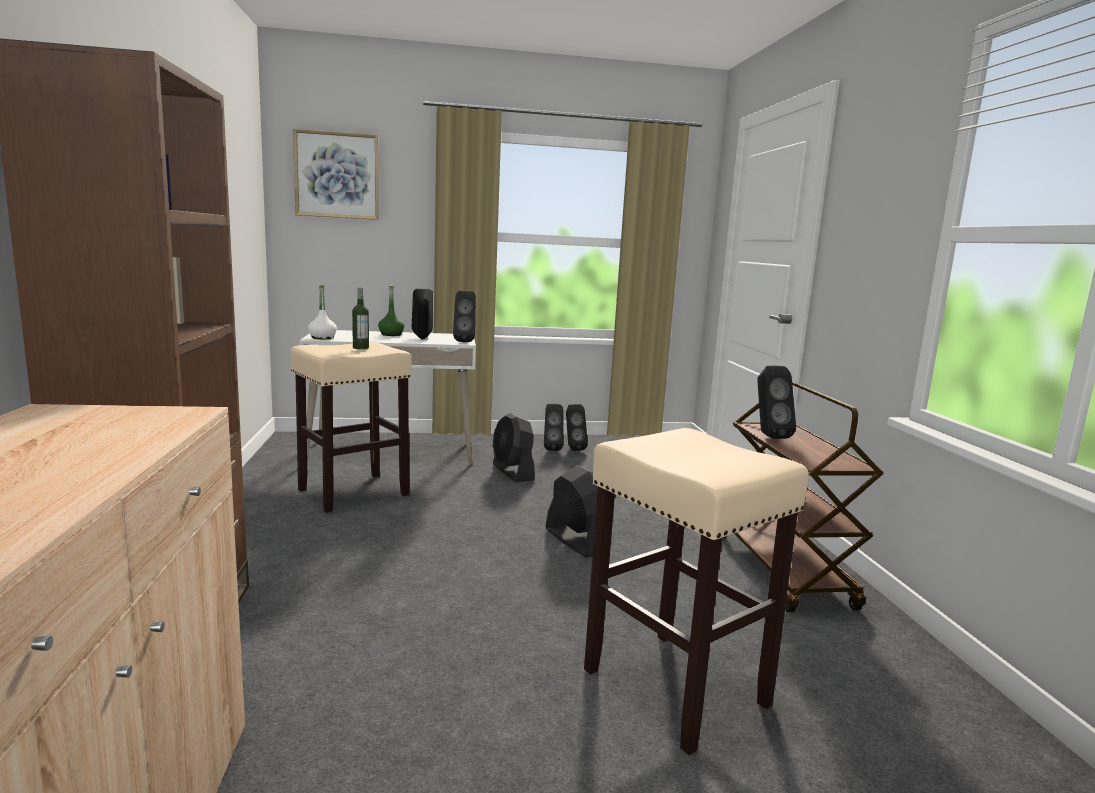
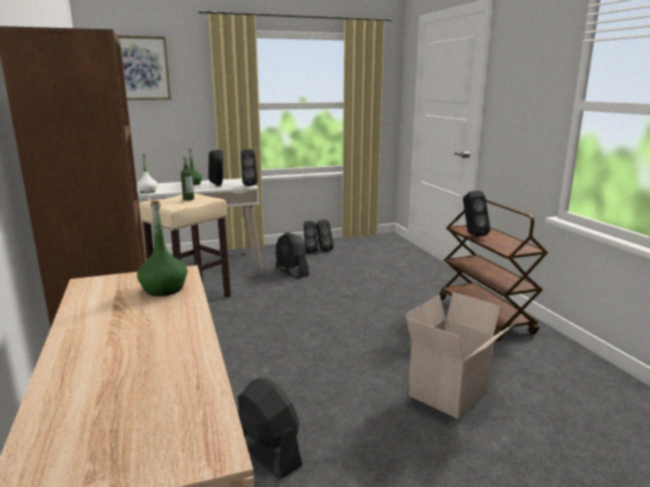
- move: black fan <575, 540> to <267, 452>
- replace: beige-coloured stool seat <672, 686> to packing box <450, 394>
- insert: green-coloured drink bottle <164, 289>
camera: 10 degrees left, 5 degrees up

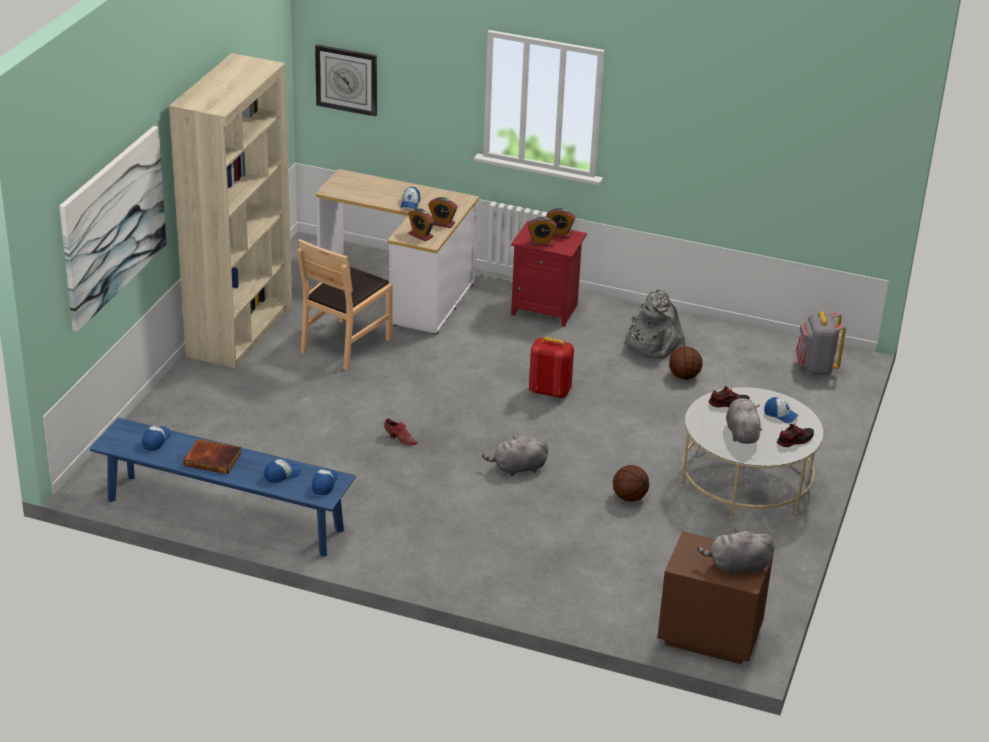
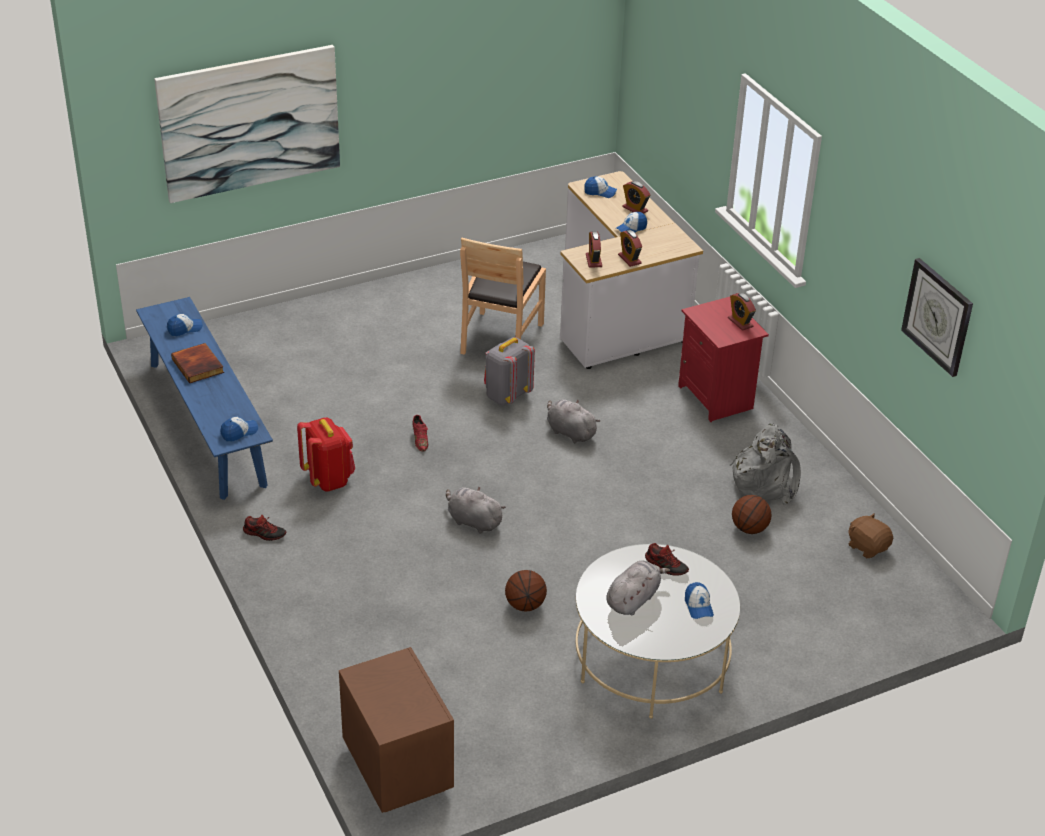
- delete: beige-coloured shelving unit <240, 330>
- move: cap <282, 475> to <600, 192>
- rotate: brown-coloured upright chair <345, 344> = <500, 337> 60 degrees counterclockwise
- move: wall clock <347, 79> to <938, 316>
- move: alarm clock <541, 243> to <635, 209>
- move: red-coloured rucksack <549, 391> to <328, 479>
- move: greyish plush toy <736, 566> to <569, 432>
- move: shoe <794, 440> to <264, 533>
- move: greyish rucksack <815, 367> to <506, 396>
- insert: brown-coloured plush toy <867, 547>
camera: 45 degrees right, 5 degrees up

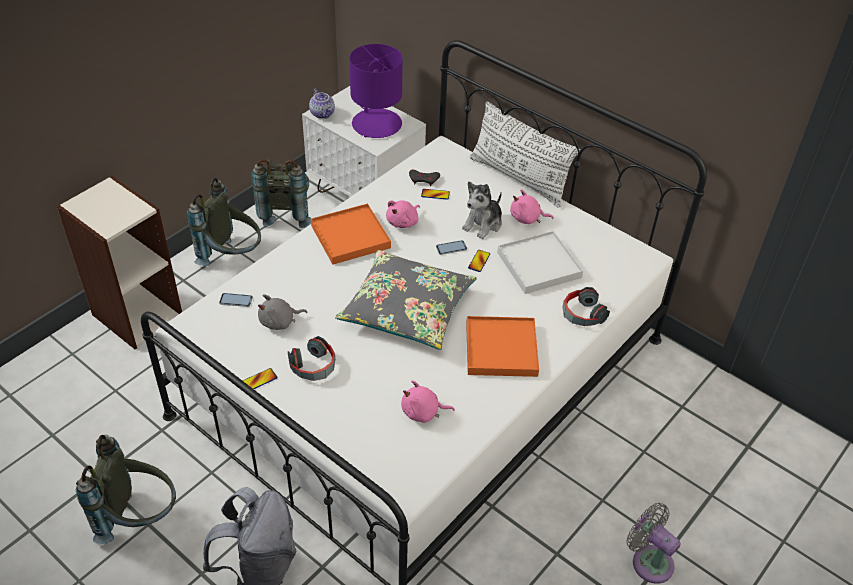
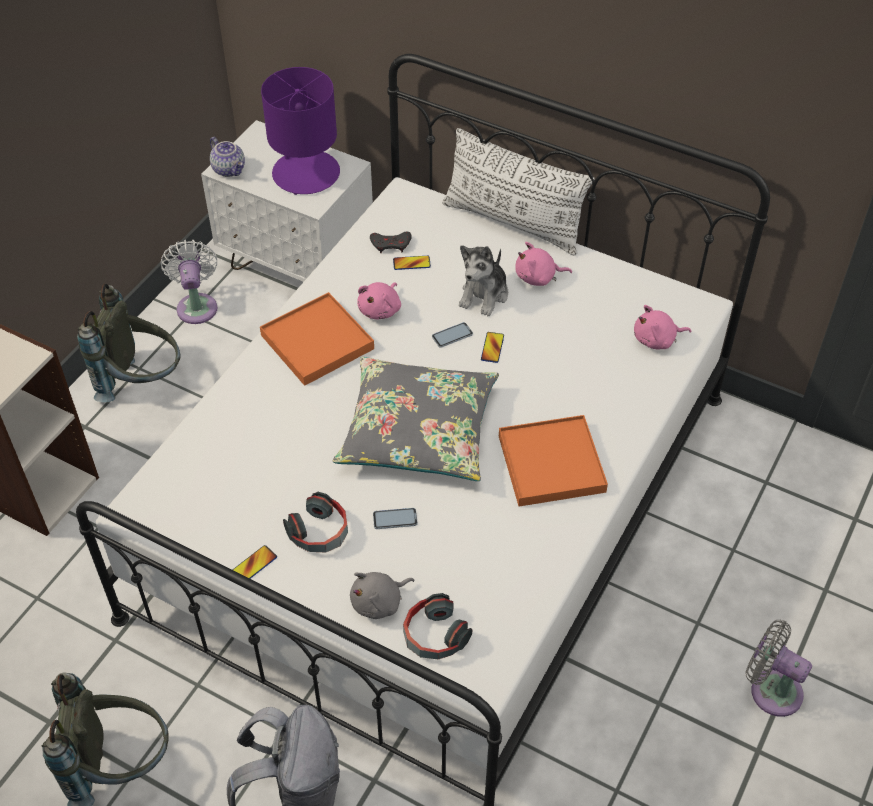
- move: handset <236, 300> to <395, 519>
- replace: greyish rucksack <286, 212> to whitish fan <197, 305>
- move: greyish plush toy <279, 322> to <379, 602>
- move: pink plush toy <423, 412> to <657, 340>
- delete: whitish tray <539, 265>
- move: headset <582, 314> to <434, 636>
camera: 10 degrees left, 5 degrees up

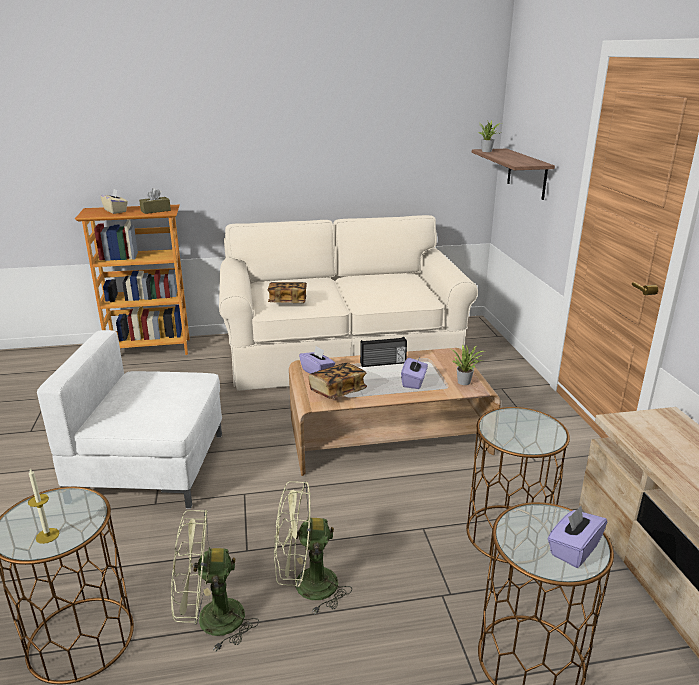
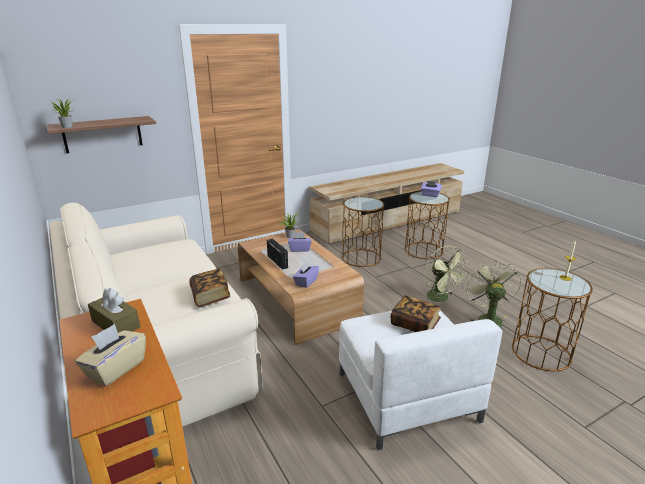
- rotate: green-coloured fan <210, 621> = <487, 318> 150 degrees counterclockwise
- move: volume <337, 391> to <415, 324>
camera: 110 degrees left, 0 degrees up

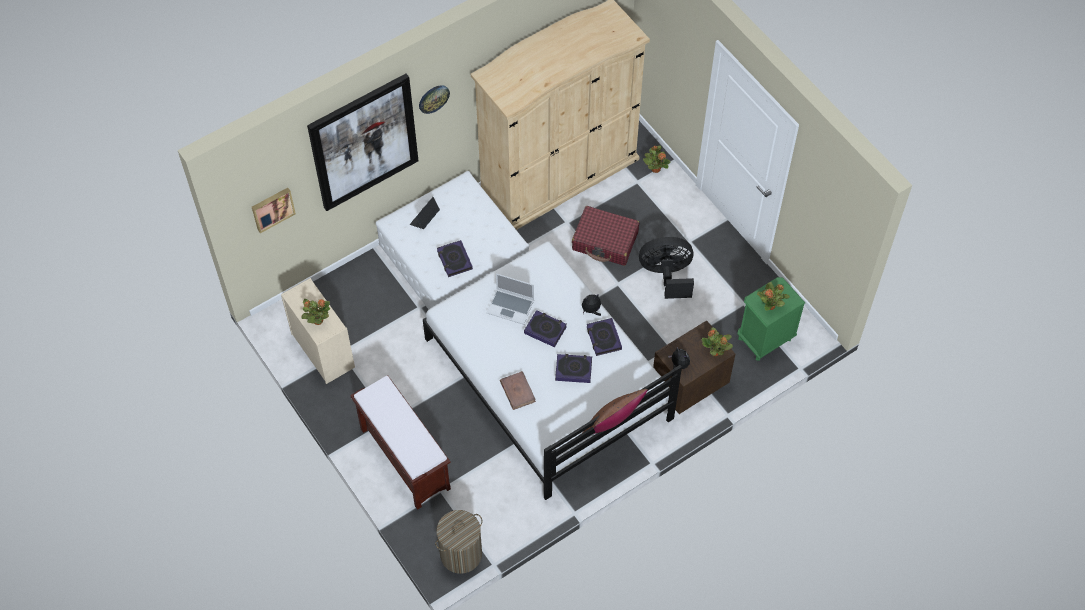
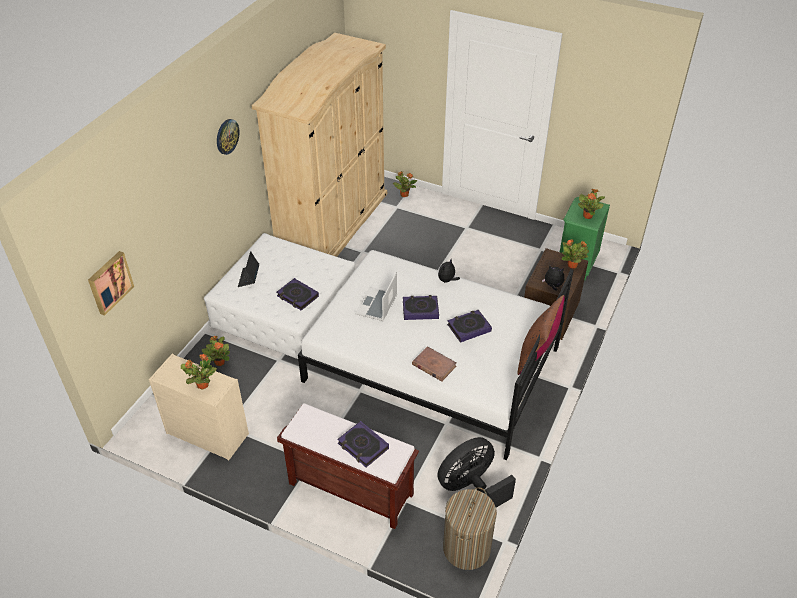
- delete: wall picture <363, 142>
- rotate: notebook computer <511, 307> = <377, 305> 120 degrees clockwise
- delete: red-coloured piece of luggage <605, 241>
- move: volume <603, 338> to <363, 446>
- move: black fan <667, 275> to <471, 487>
- insert: potted plant <219, 362>
camera: 30 degrees left, 15 degrees down

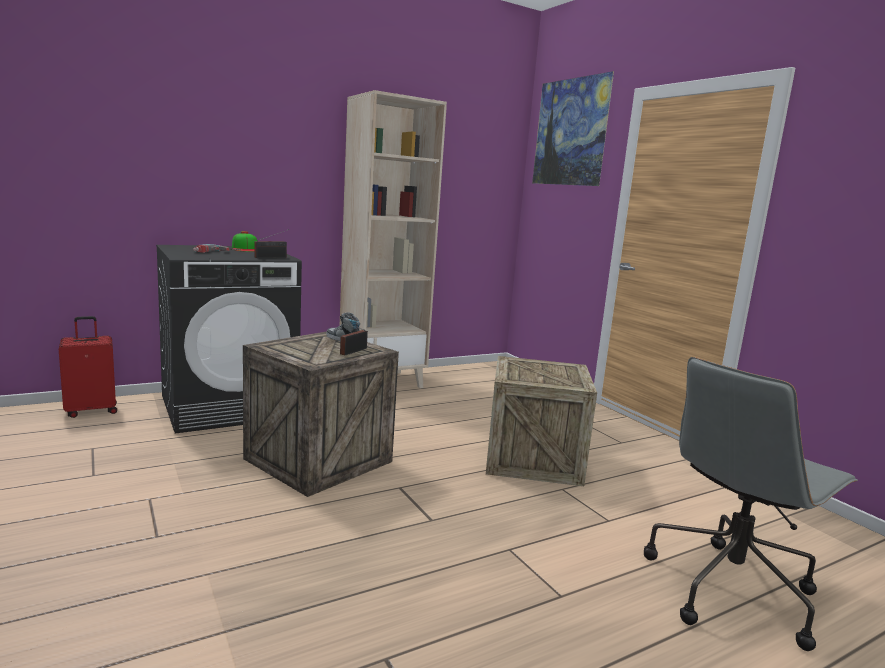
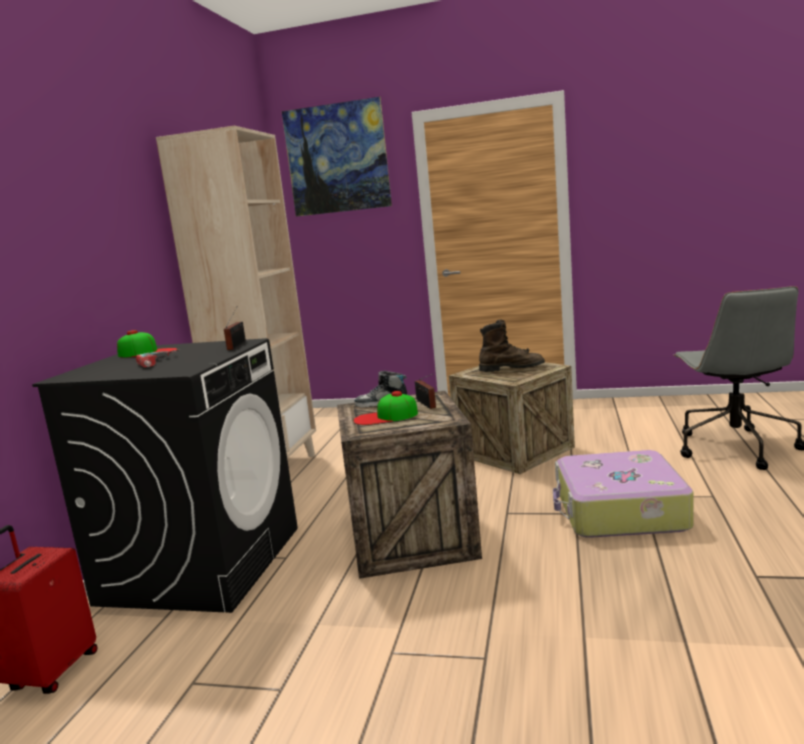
- insert: cap <385, 417>
- insert: brown-coloured tall boot <511, 369>
- insert: piece of luggage <618, 511>
camera: 45 degrees left, 0 degrees up

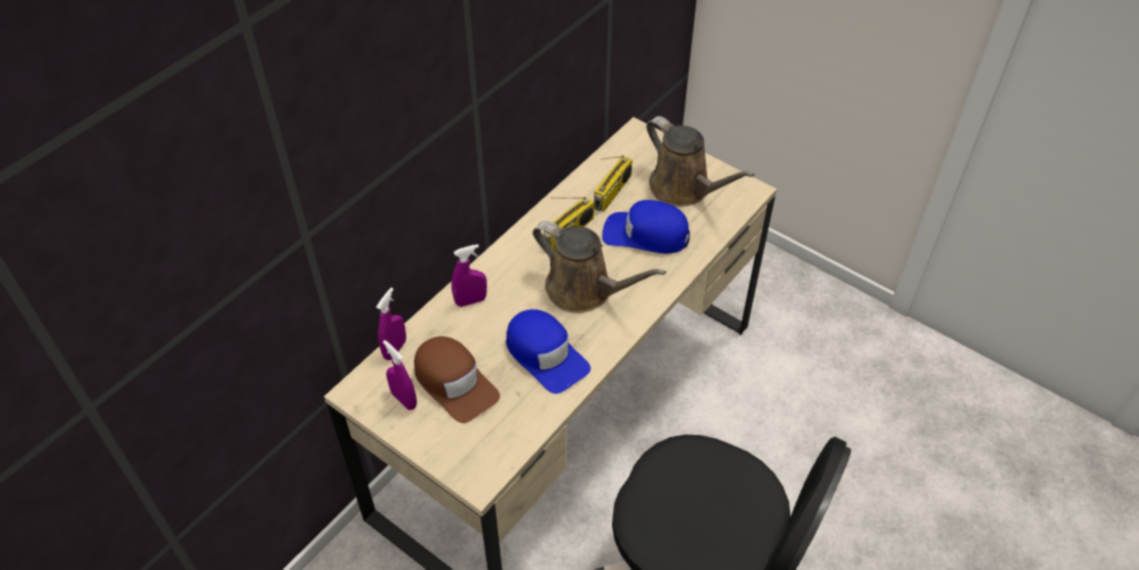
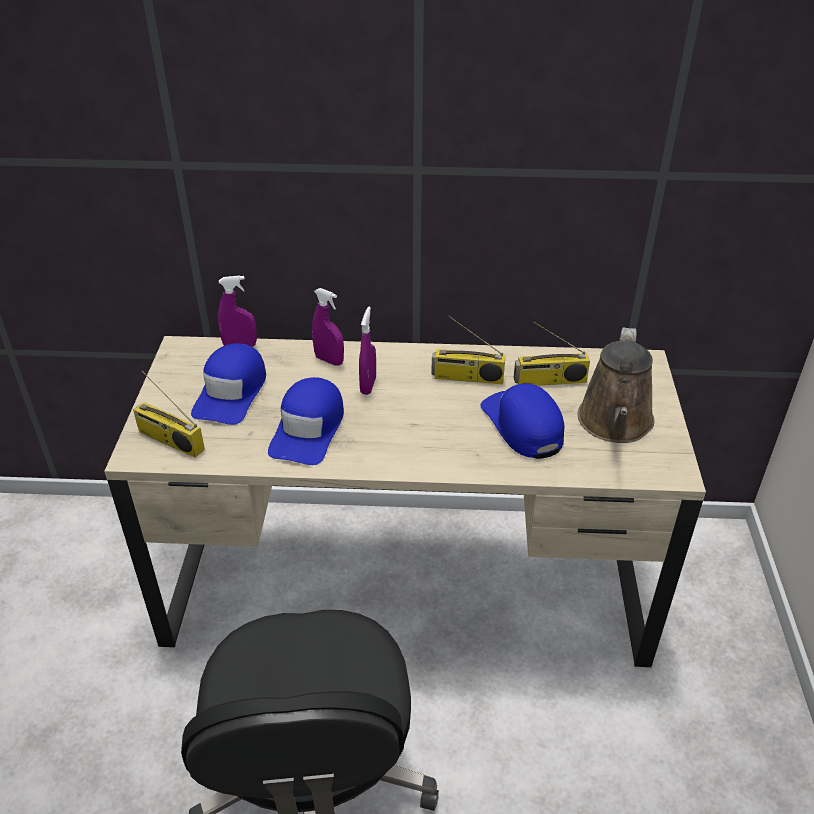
- move: purplish spray bottle <404, 400> to <368, 385>
- recolor: brown-coloured cap <454, 383> to blue cap <231, 392>
- delete: brown-coloured sprinkling can <585, 290>
- insert: radio set <169, 440>
camera: 55 degrees right, 10 degrees down

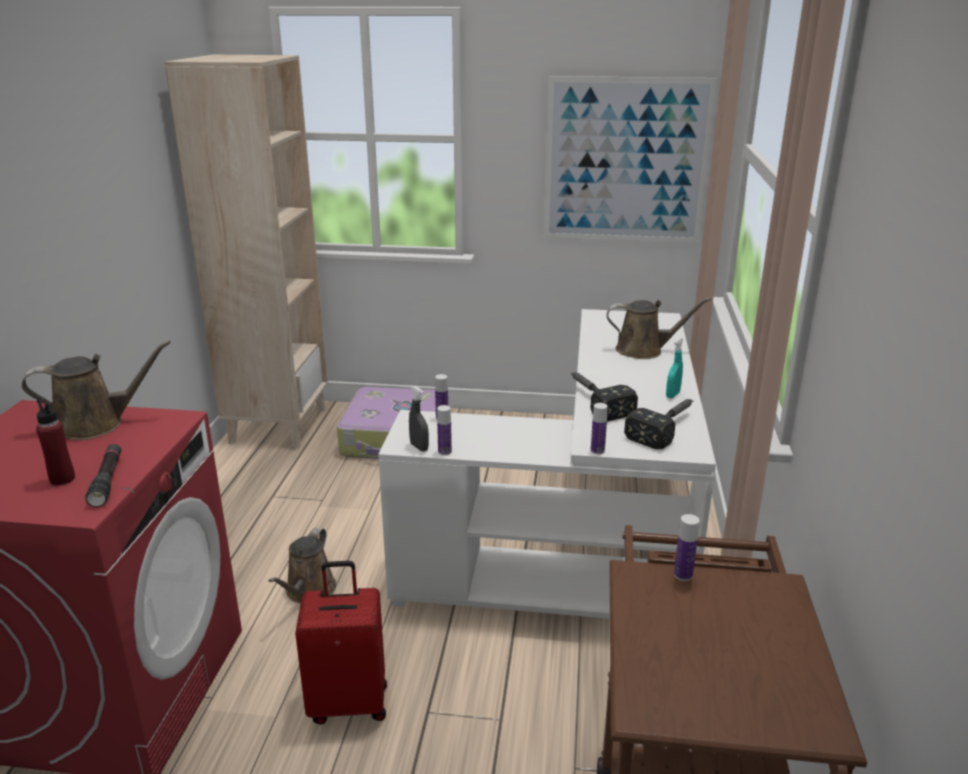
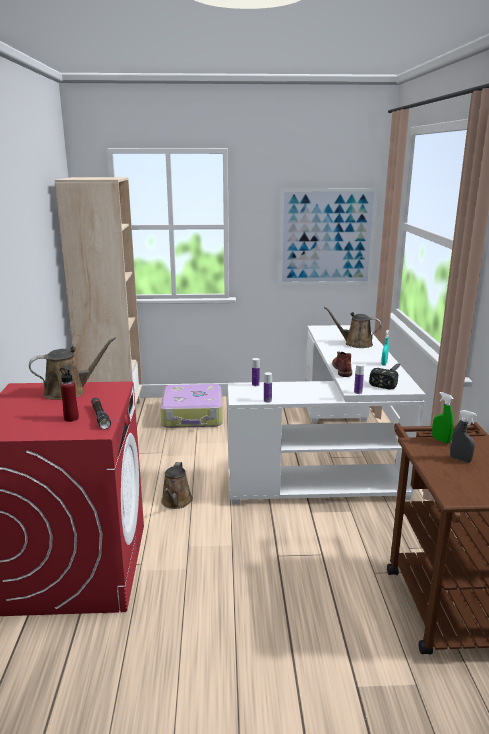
- delete: red-coloured piece of luggage <349, 702>
- move: greyish spray bottle <419, 447> to <460, 459>
- replace: hammer <594, 400> to brown-coloured tall boot <342, 369>
- rotate: brown-coloured sprinkling can <644, 350> = <355, 344> 150 degrees counterclockwise
- replace: drink bottle <683, 575> to green-coloured spray bottle <441, 440>
camera: 10 degrees left, 5 degrees down

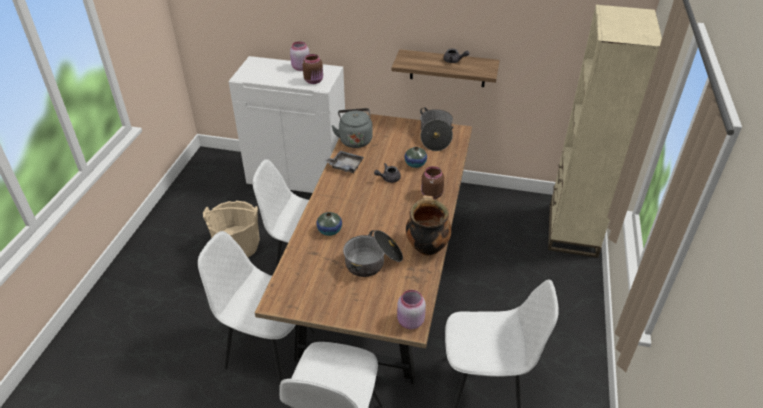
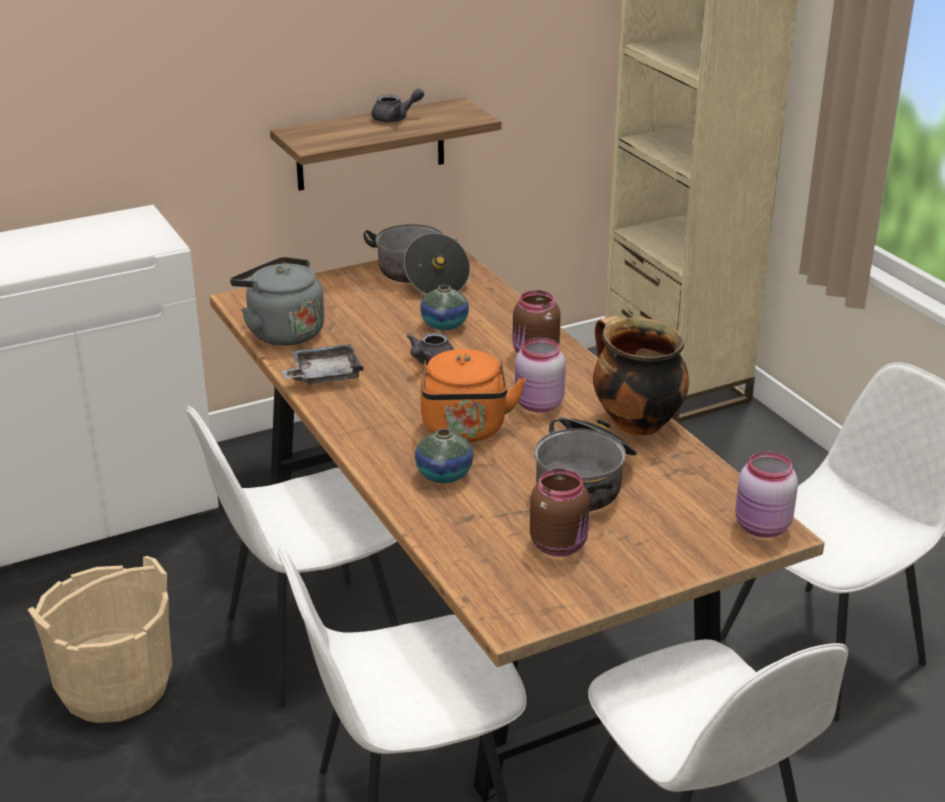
- move: pink storage jar <300, 68> to <538, 405>
- move: brown-coloured storage jar <314, 81> to <560, 544>
- insert: orange-coloured tea kettle <465, 430>
camera: 40 degrees left, 10 degrees down

